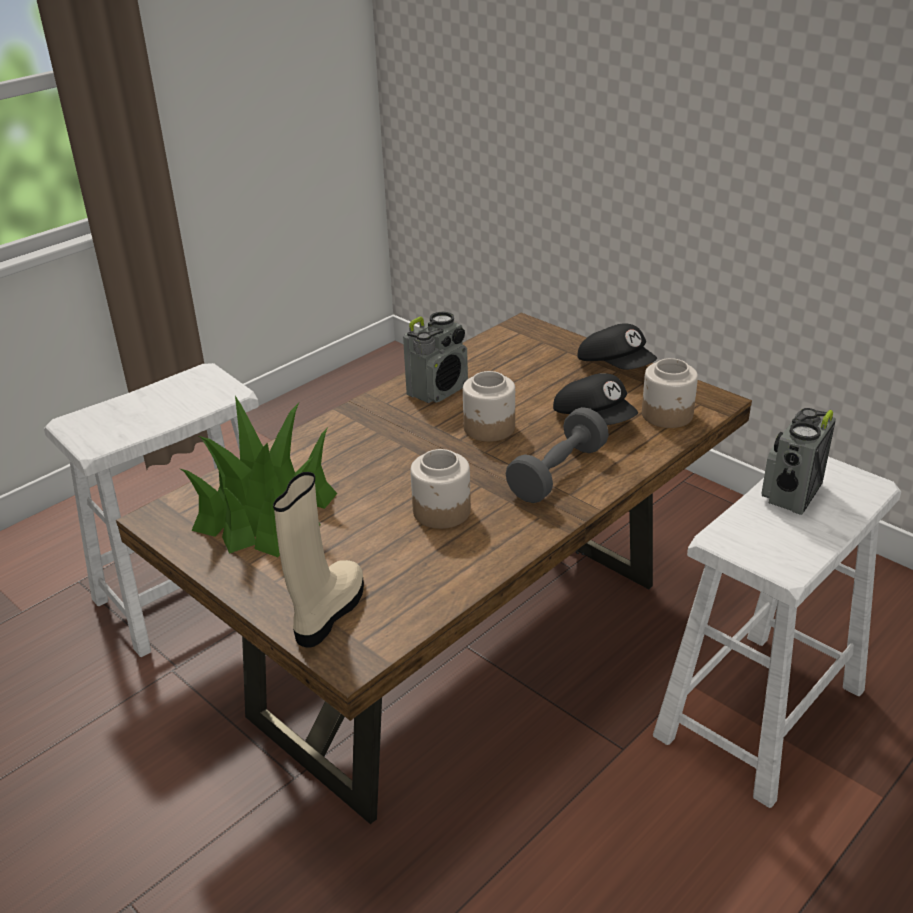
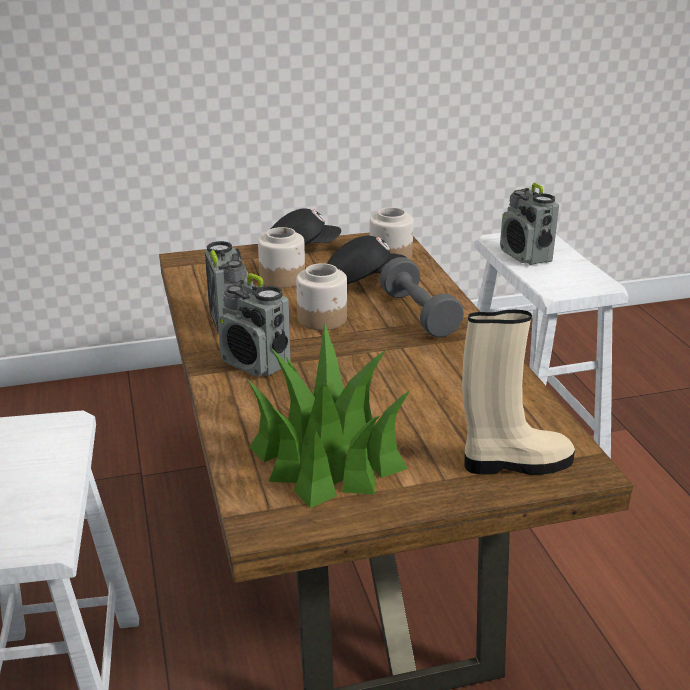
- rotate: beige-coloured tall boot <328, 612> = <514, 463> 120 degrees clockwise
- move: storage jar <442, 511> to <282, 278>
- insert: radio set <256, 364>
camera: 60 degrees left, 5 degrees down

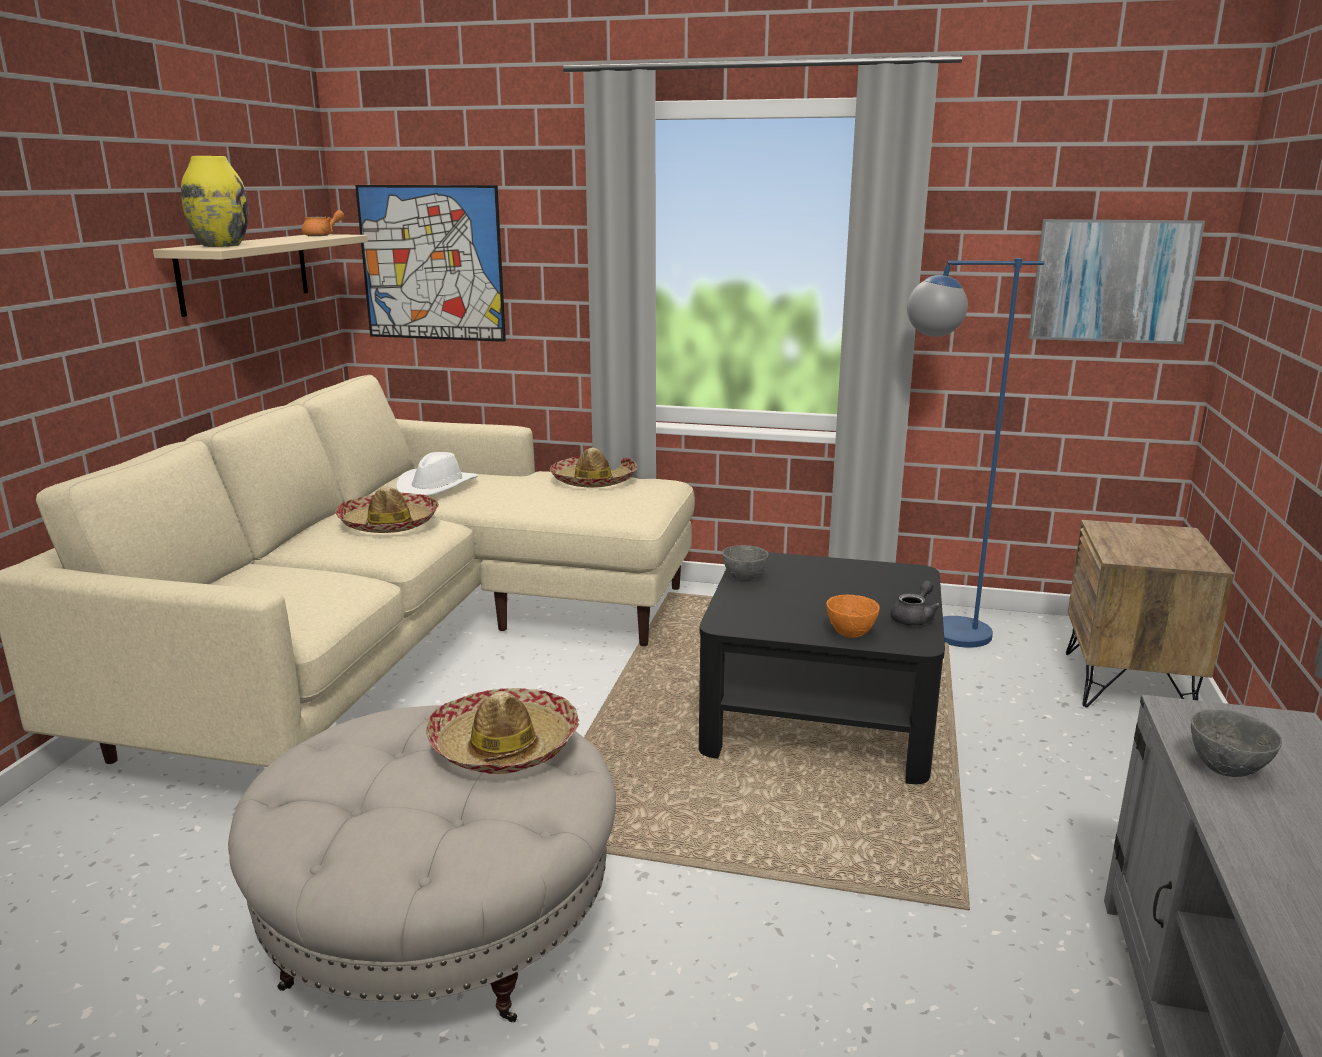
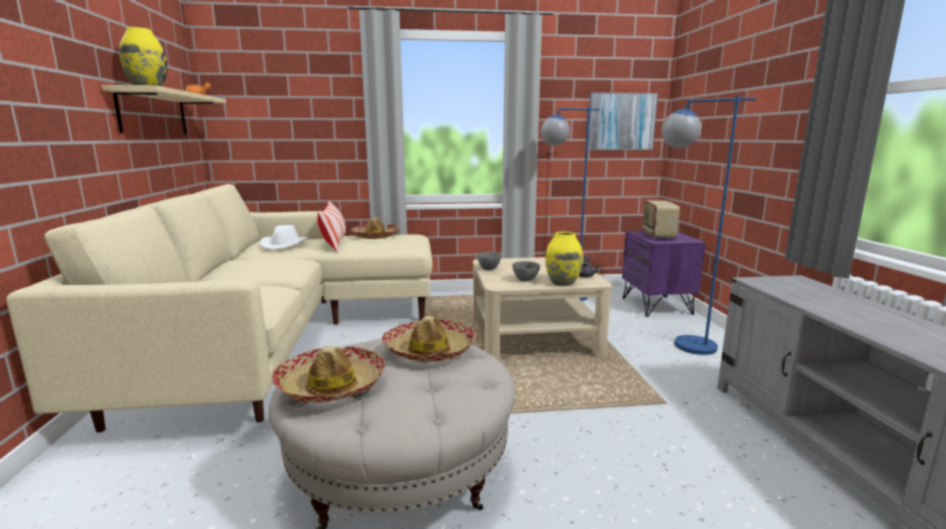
- move: clothing hat <388, 523> to <330, 385>
- delete: wall picture <431, 263>
- recolor: black low table <818, 713> to beige-coloured low table <533, 336>
- replace: orange-coloured serving bowl <849, 633> to yellow flower vase <562, 283>
- recolor: brown-coloured night table <1128, 685> to purplish night table <657, 306>
- move: greyish serving bowl <1227, 769> to <525, 280>
- insert: pillow <334, 242>
- insert: radio set <657, 236>
- insert: blue floor lamp <680, 343>
camera: 20 degrees left, 5 degrees down

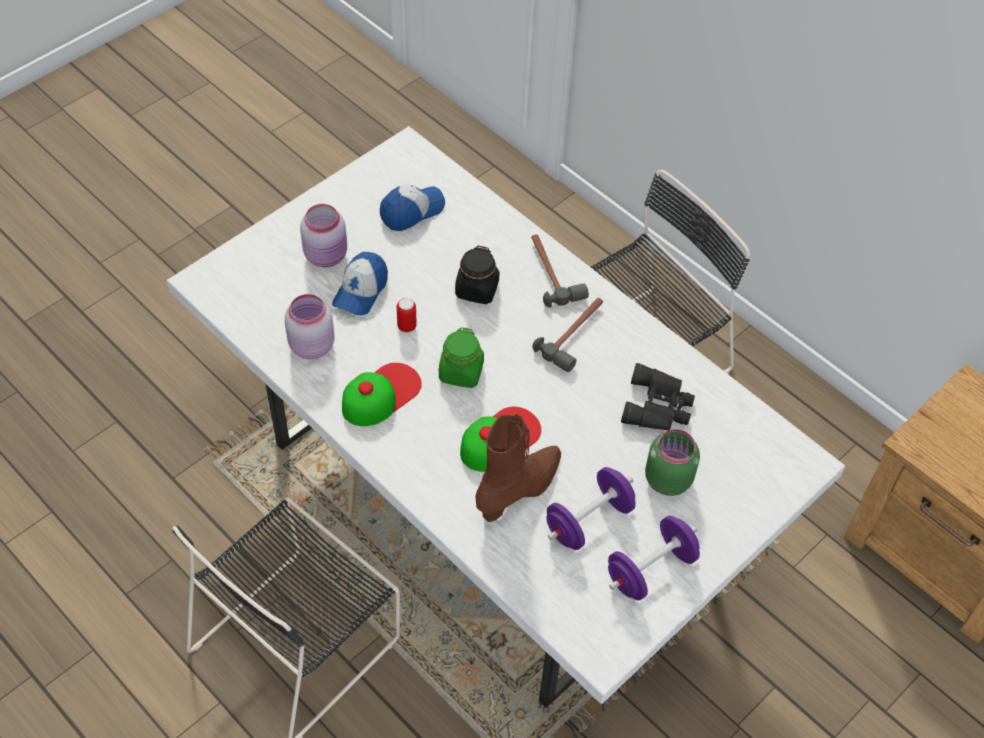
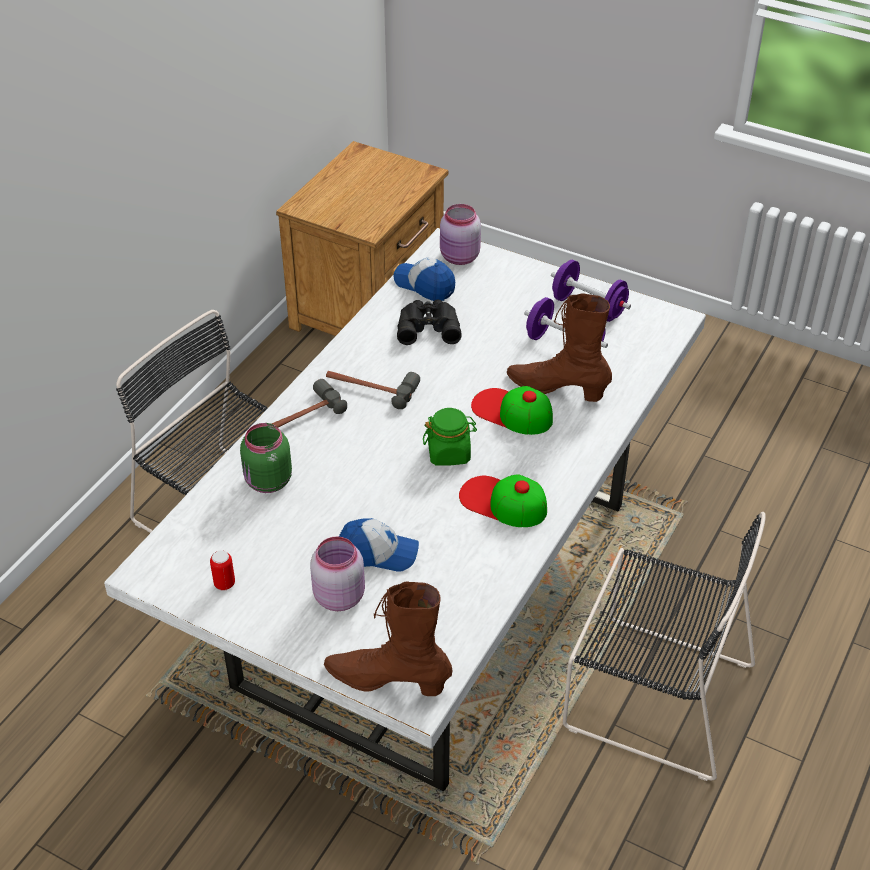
- move: pink storage jar <310, 345> to <459, 258>
- move: cap <412, 211> to <425, 285>
- move: sealed can <407, 326> to <224, 584>
- delete: black storage jar <477, 289>
- move: green-coloured storage jar <667, 478> to <267, 482>
- insert: brown-coloured tall boot <388, 680>
camera: 105 degrees left, 10 degrees down

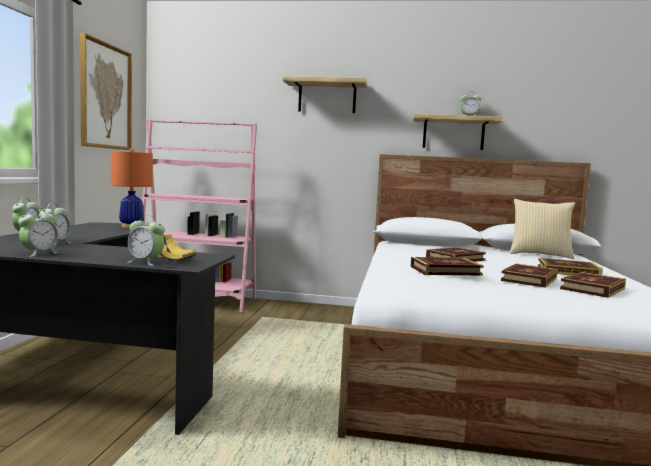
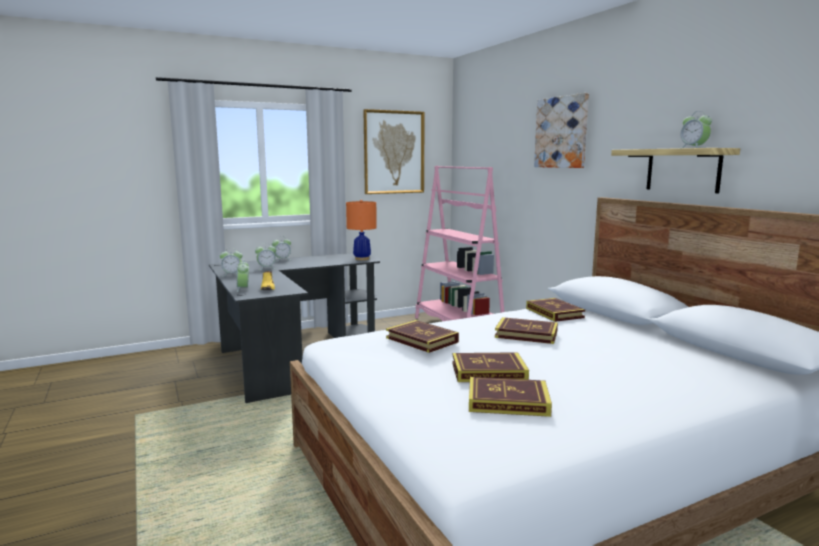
- replace: wall shelf <327, 97> to wall picture <561, 132>
- delete: pillow <539, 255>
- move: volume <568, 271> to <554, 313>
camera: 55 degrees right, 5 degrees up

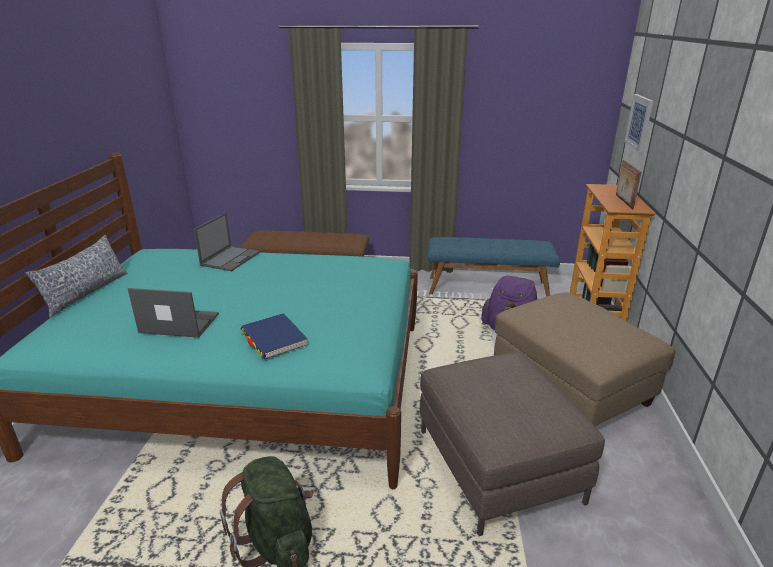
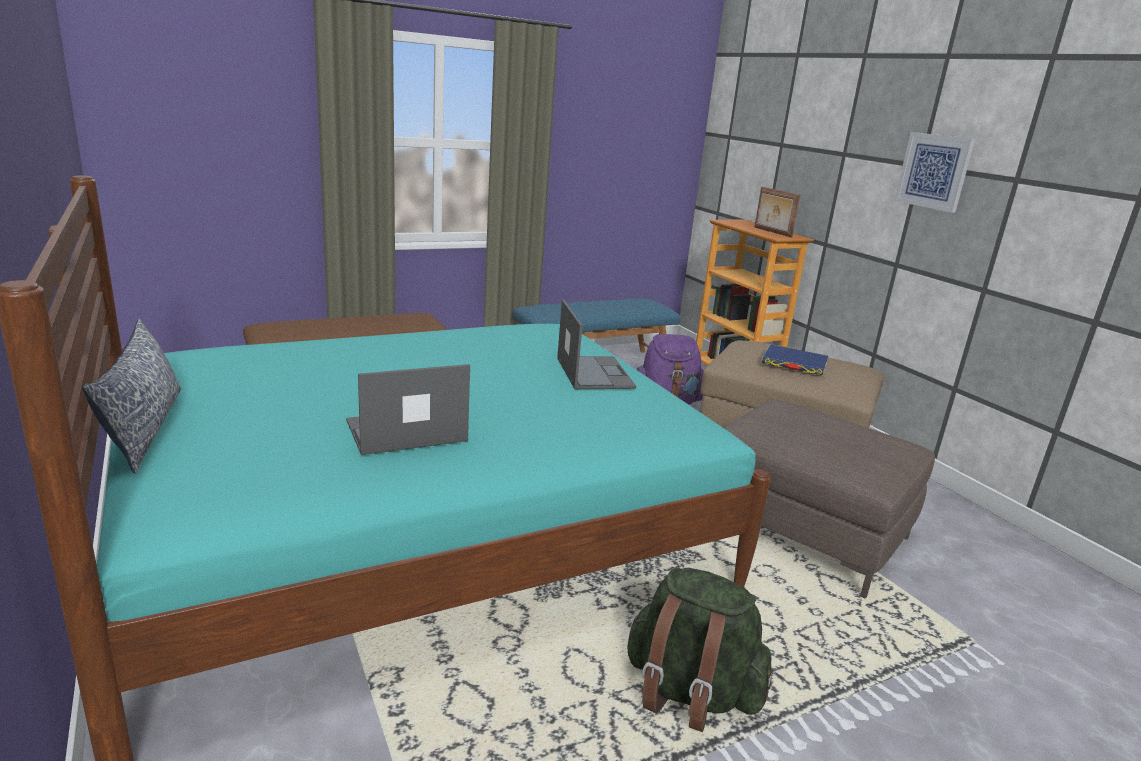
- move: notebook computer <231, 258> to <594, 372>
- move: blue volume <274, 339> to <794, 363>
- move: wall picture <639, 122> to <934, 171>
camera: 35 degrees left, 5 degrees down

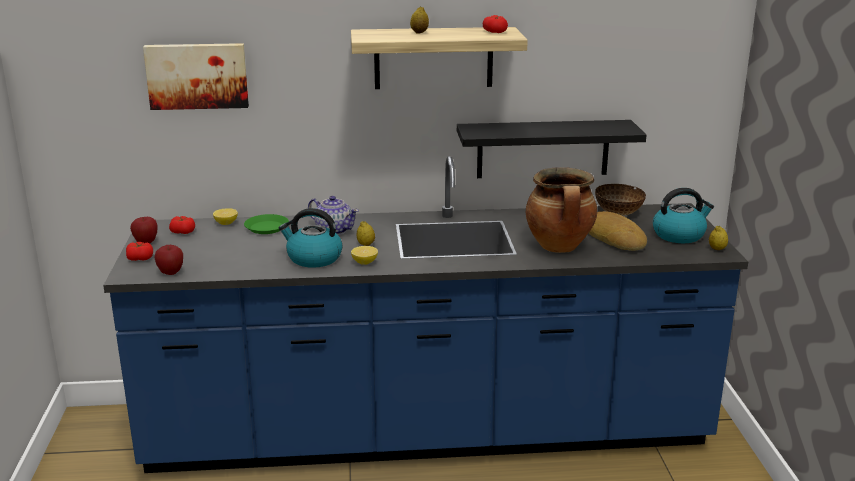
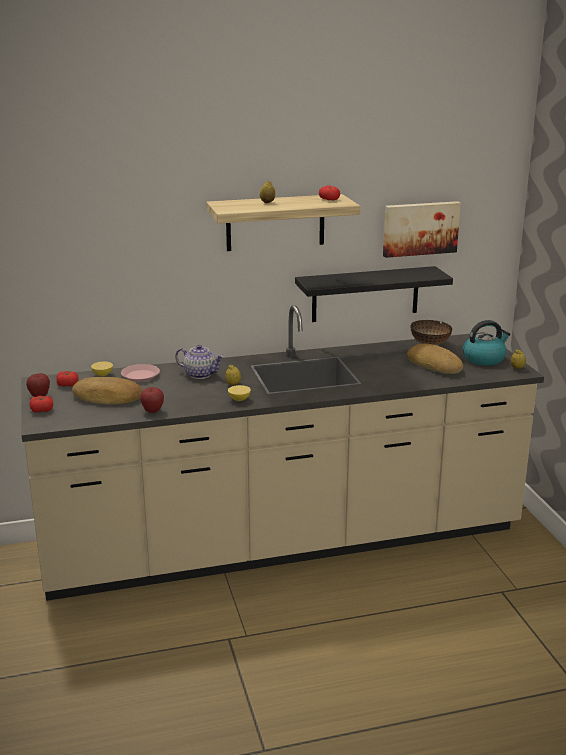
- recolor: blue kitchen counter <427, 433> to beige-coloured kitchen counter <283, 542>
- move: wall picture <197, 75> to <420, 228>
- move: apple <170, 273> to <152, 411>
- recolor: green-coloured dinner plate <266, 227> to pink dinner plate <140, 376>
- delete: tea kettle <313, 258>
- delete: cooking pot <560, 247>
- insert: baked bread <108, 397>
camera: 10 degrees left, 0 degrees up

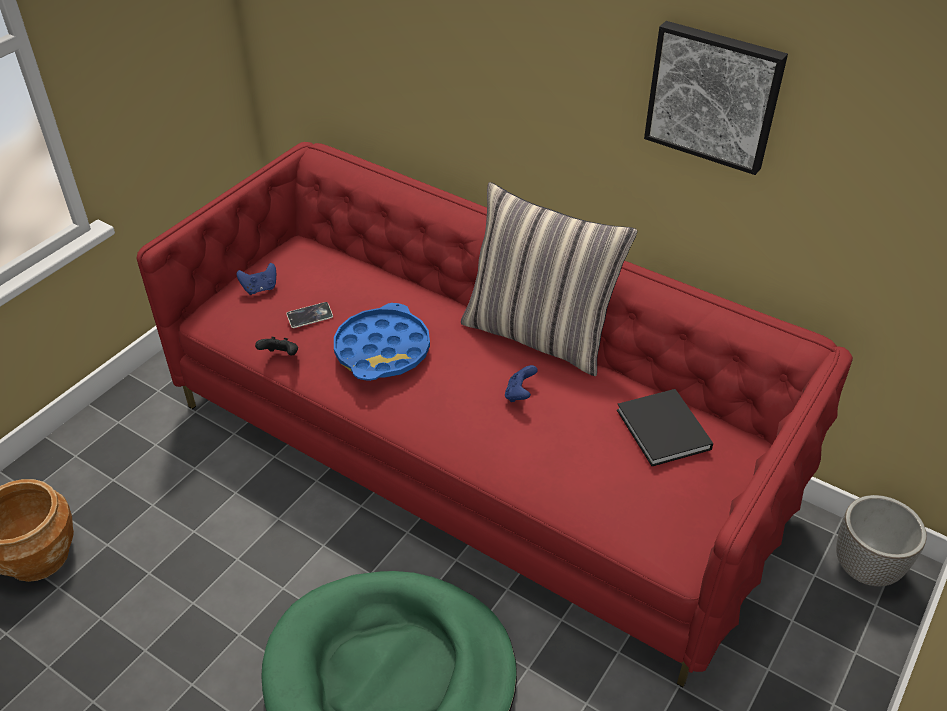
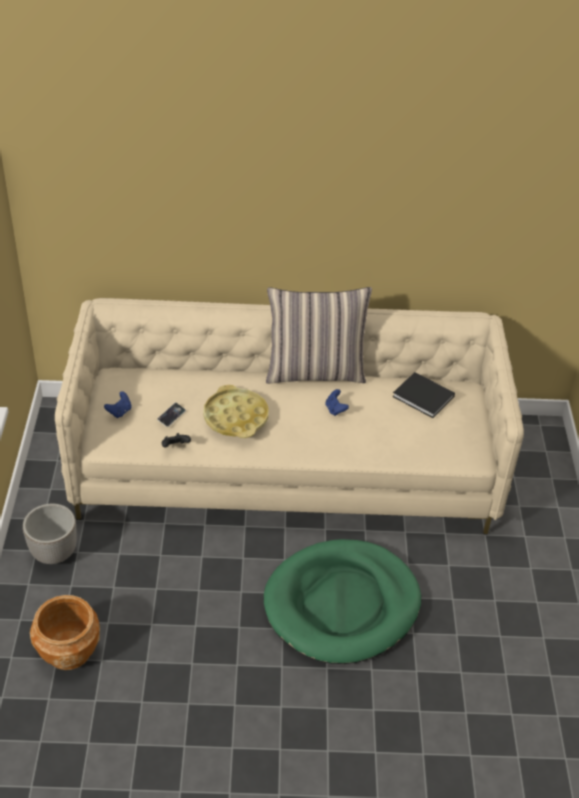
- recolor: red-coloured sofa <474, 456> to beige-coloured sofa <286, 468>
- recolor: blue tray <382, 350> to yellow tray <236, 417>
- delete: wall picture <714, 95>
- move: plant pot <866, 567> to <55, 553>
camera: 35 degrees left, 0 degrees up

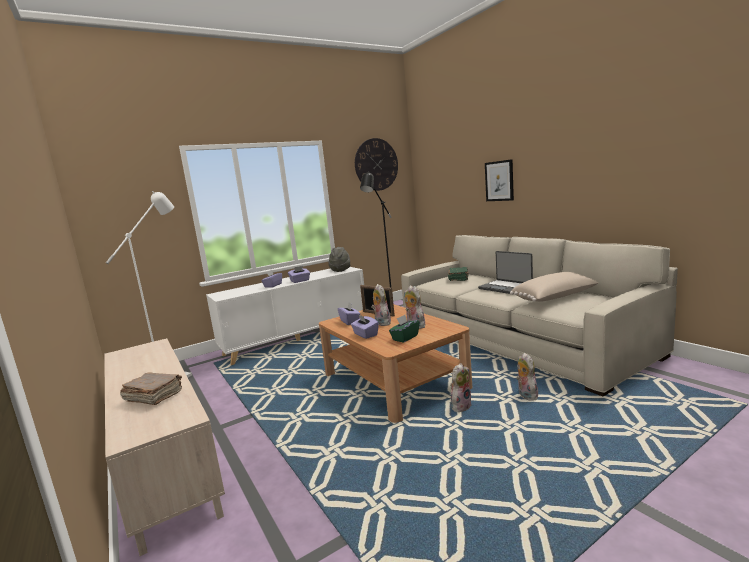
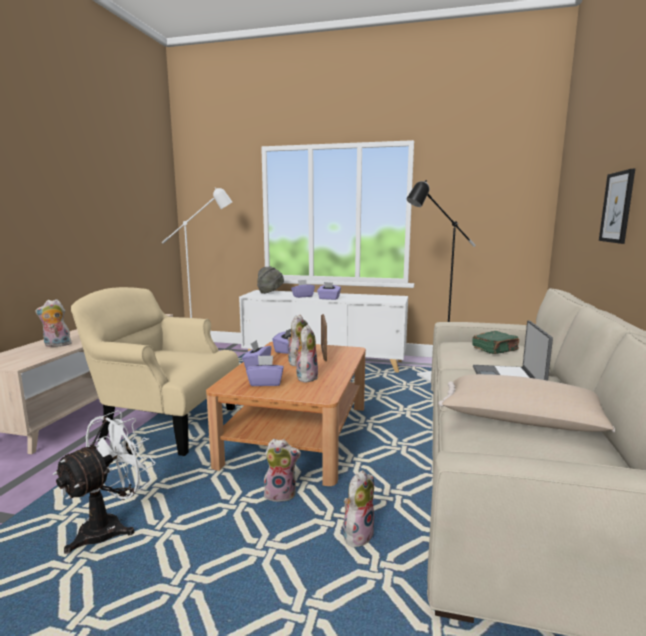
- replace: brown-coloured volume <153, 397> to plush toy <56, 345>
- move: greyish clothing hat <340, 270> to <270, 292>
- delete: wall clock <376, 164>
- recolor: green-coloured tissue box <405, 338> to purplish tissue box <265, 383>
- insert: whitish fan <111, 527>
- insert: beige-coloured armchair <166, 424>
camera: 45 degrees right, 0 degrees up

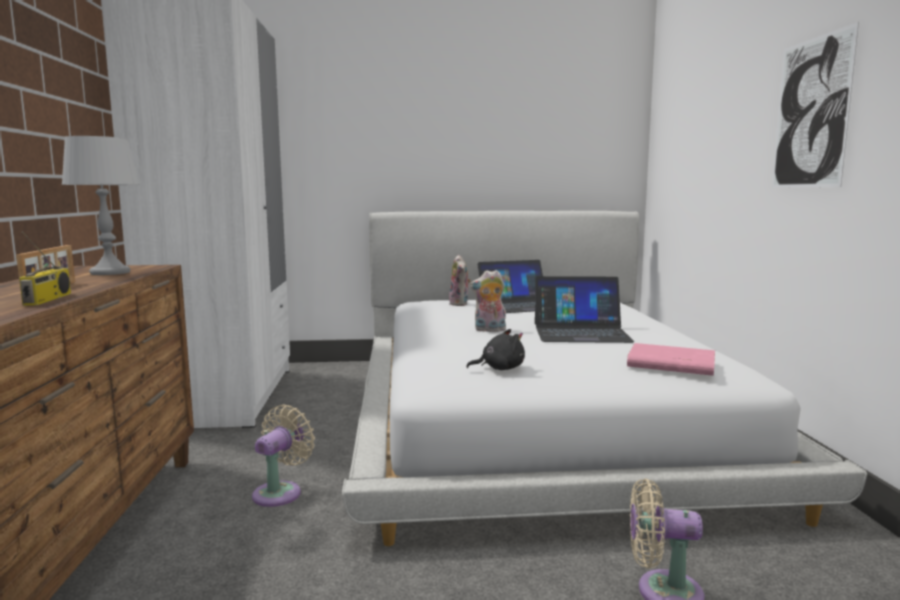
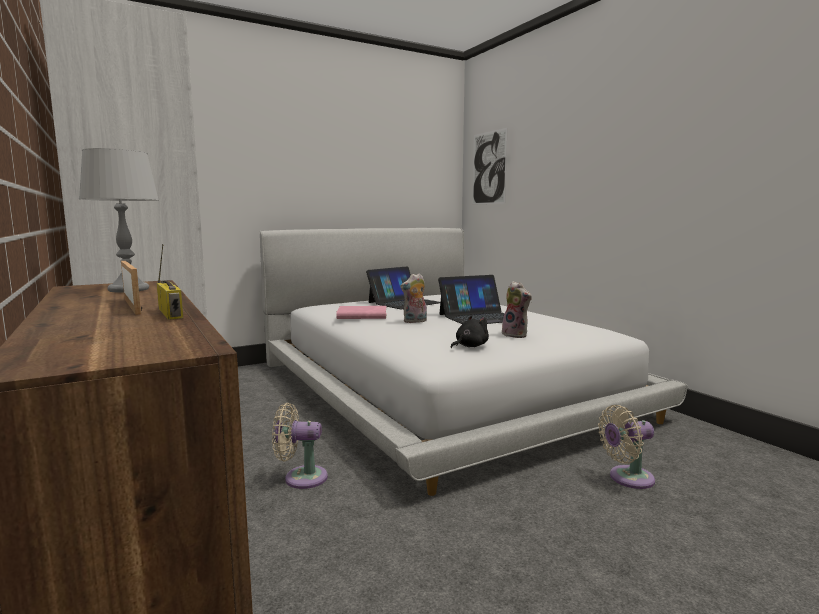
- rotate: beige-coloured fan <280, 492> = <301, 477> 90 degrees counterclockwise
- move: plush toy <460, 304> to <516, 335>
- move: pink volume <670, 365> to <361, 316>
- move: wall picture <810, 113> to <489, 168>
camera: 25 degrees left, 0 degrees up

